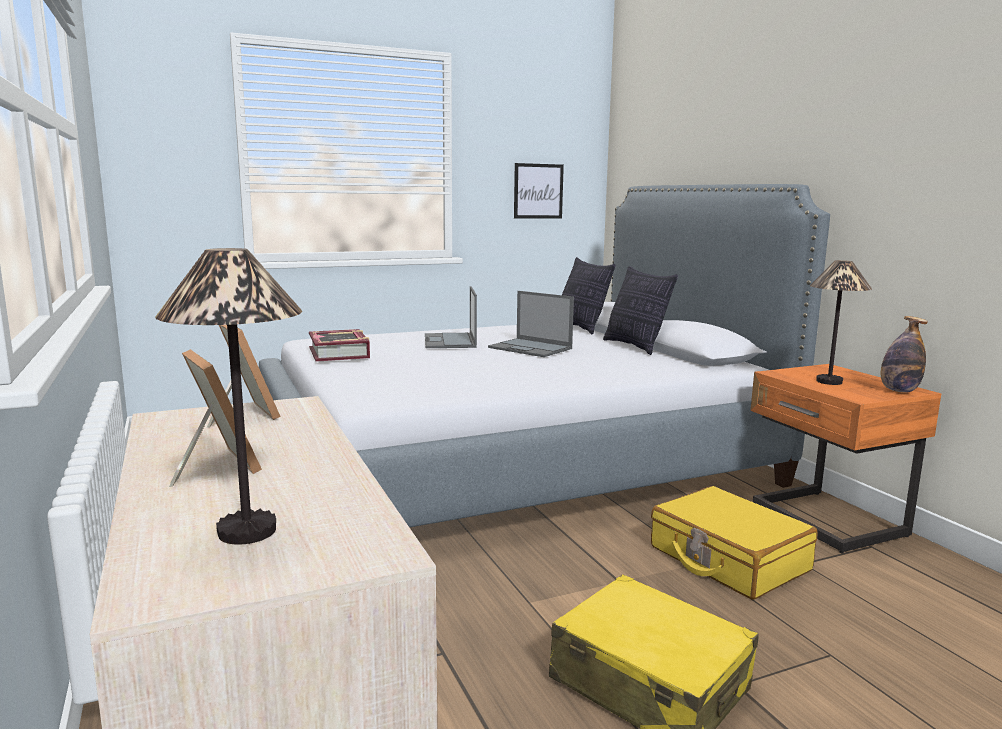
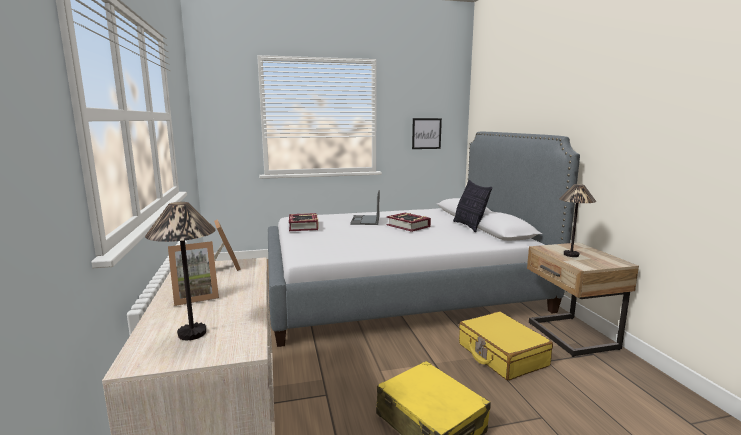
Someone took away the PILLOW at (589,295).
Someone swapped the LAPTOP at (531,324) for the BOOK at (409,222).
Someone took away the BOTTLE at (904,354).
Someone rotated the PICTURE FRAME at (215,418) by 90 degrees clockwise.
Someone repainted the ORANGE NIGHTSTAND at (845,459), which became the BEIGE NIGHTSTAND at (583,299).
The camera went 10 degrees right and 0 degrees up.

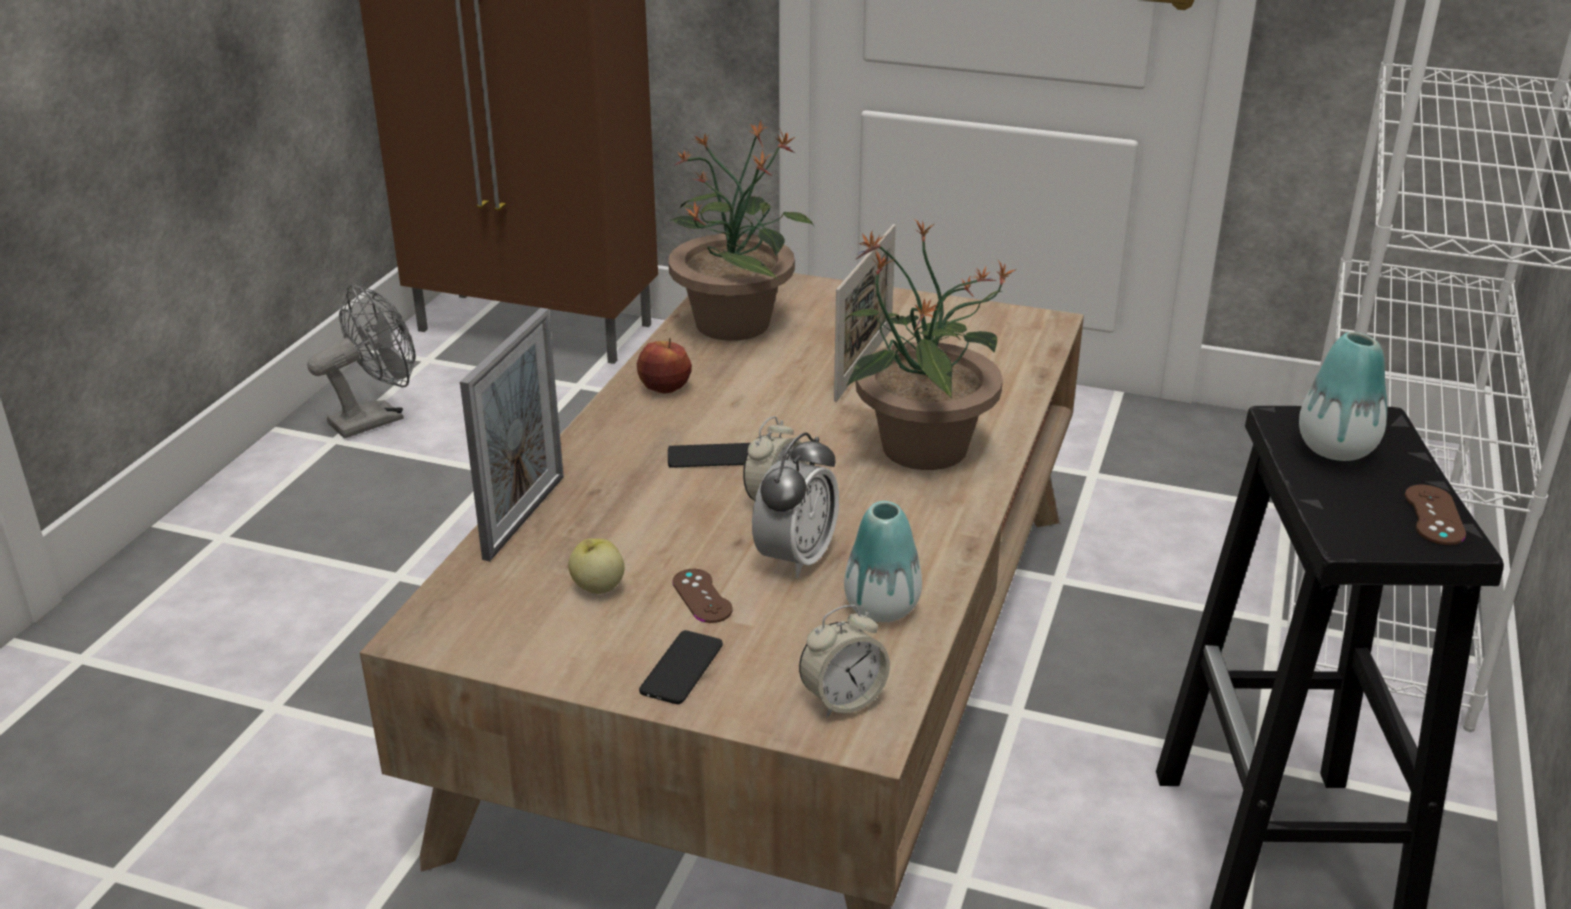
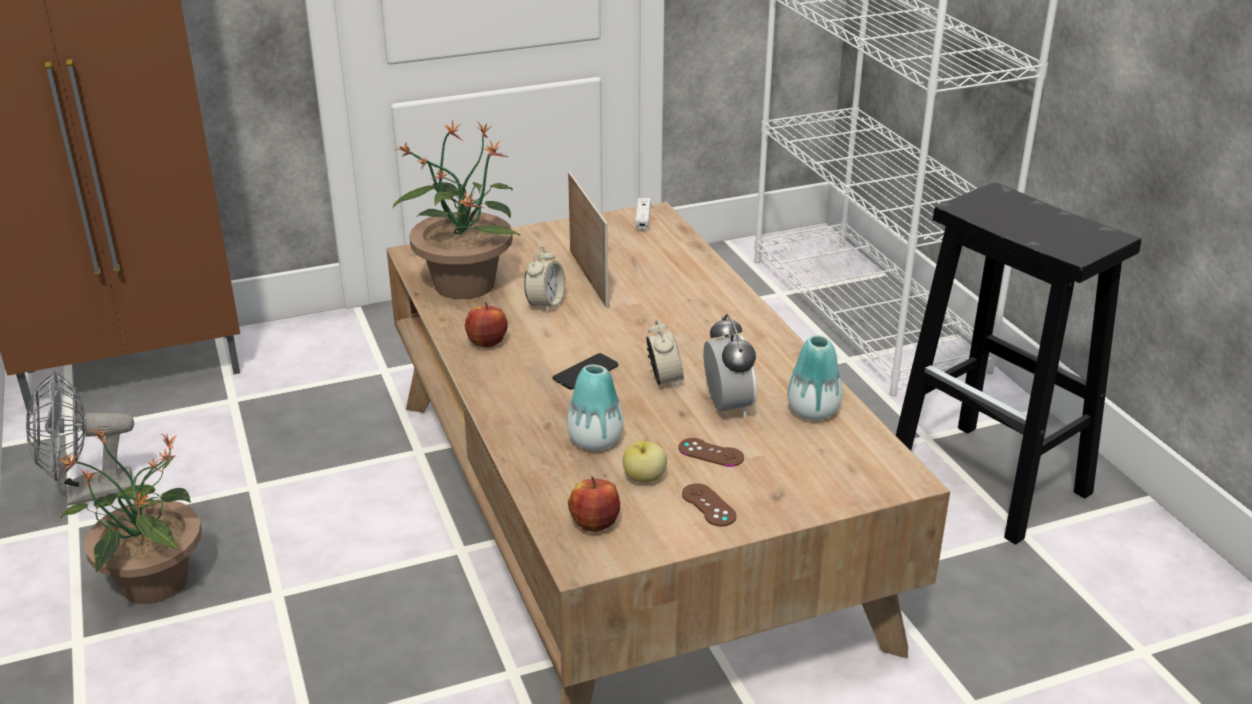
Someone carried the POTTED PLANT from (931,344) to (130,515).
Someone rotated the GREY FAN at (361,361) by 120 degrees counterclockwise.
Someone took away the PICTURE FRAME at (512,434).
Someone carried the VASE from (1343,396) to (595,407).
Someone carried the BROWN GAME CONTROLLER from (1435,515) to (709,504).
Someone carried the ALARM CLOCK from (844,661) to (544,280).
Someone took away the PHONE at (681,667).
Someone put down the WHITE GAME CONTROLLER at (643,214).
Someone put down the APPLE at (594,504).
The camera went 40 degrees left and 0 degrees up.

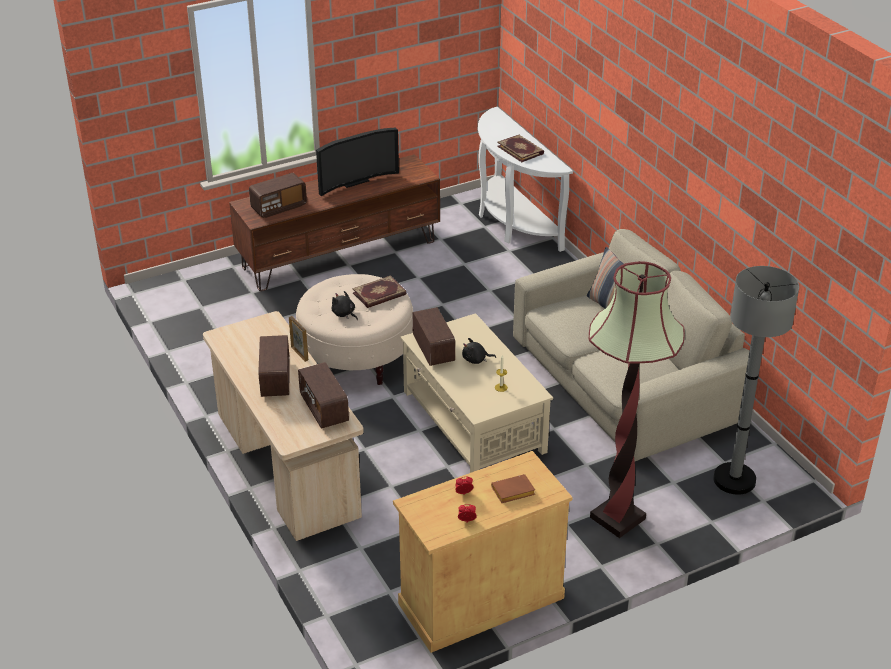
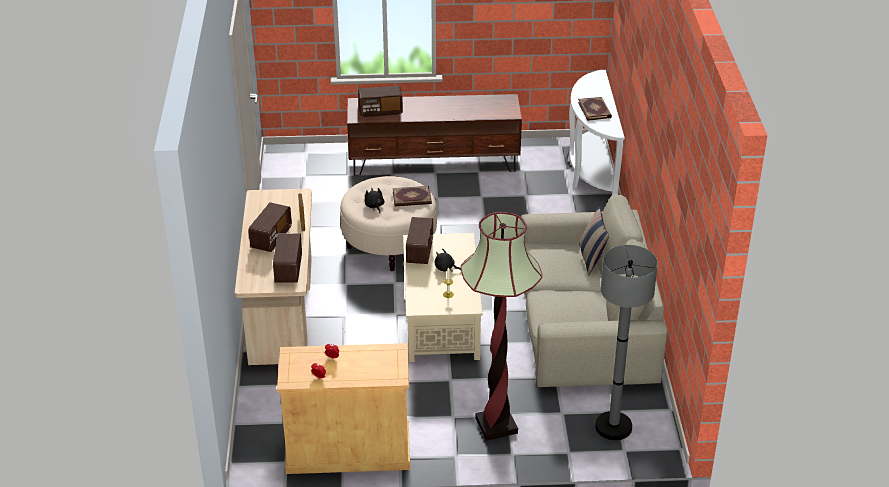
Someone took away the TELEVISION at (357,161).
Someone took away the BROWN BOOK at (513,488).
The camera went 25 degrees right and 0 degrees up.

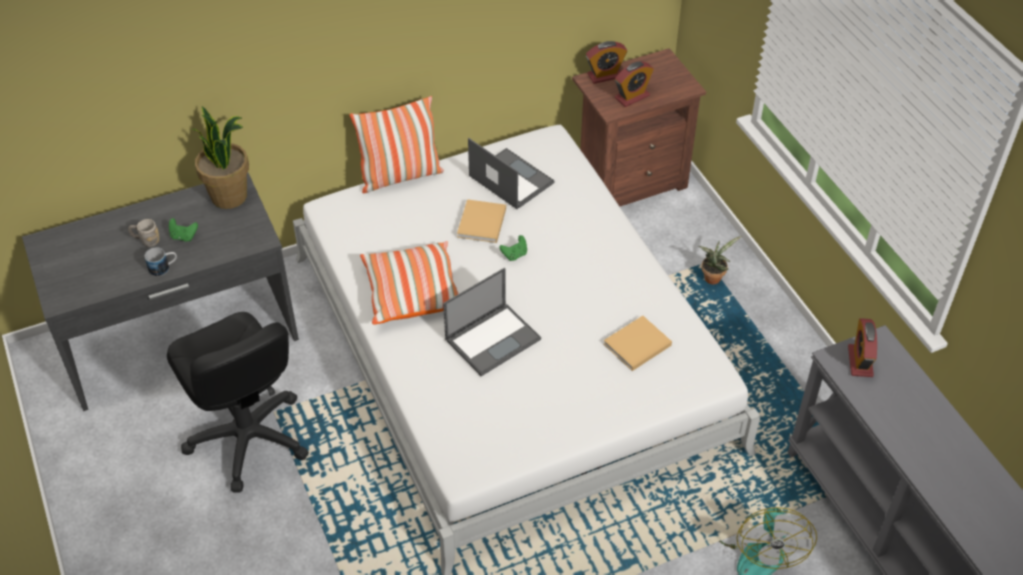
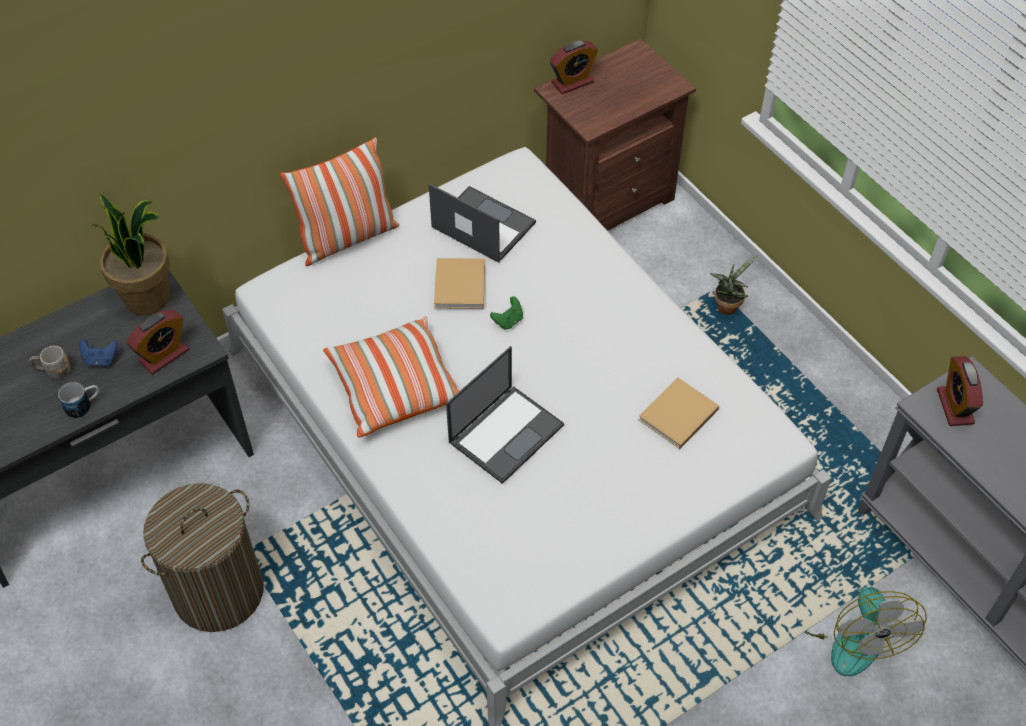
Someone carried the ALARM CLOCK from (634,84) to (158,342).
Someone repainted the GREEN GAME CONTROLLER at (183,230), which became the BLUE GAME CONTROLLER at (98,353).
Someone swapped the BLACK OFFICE CHAIR at (238,402) for the LAUNDRY BASKET at (202,557).
The camera went 10 degrees left and 5 degrees up.

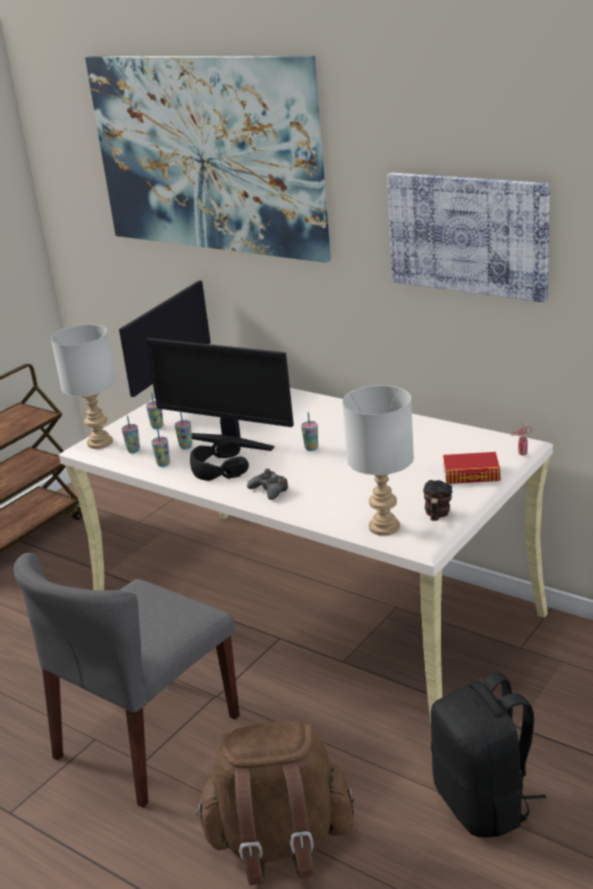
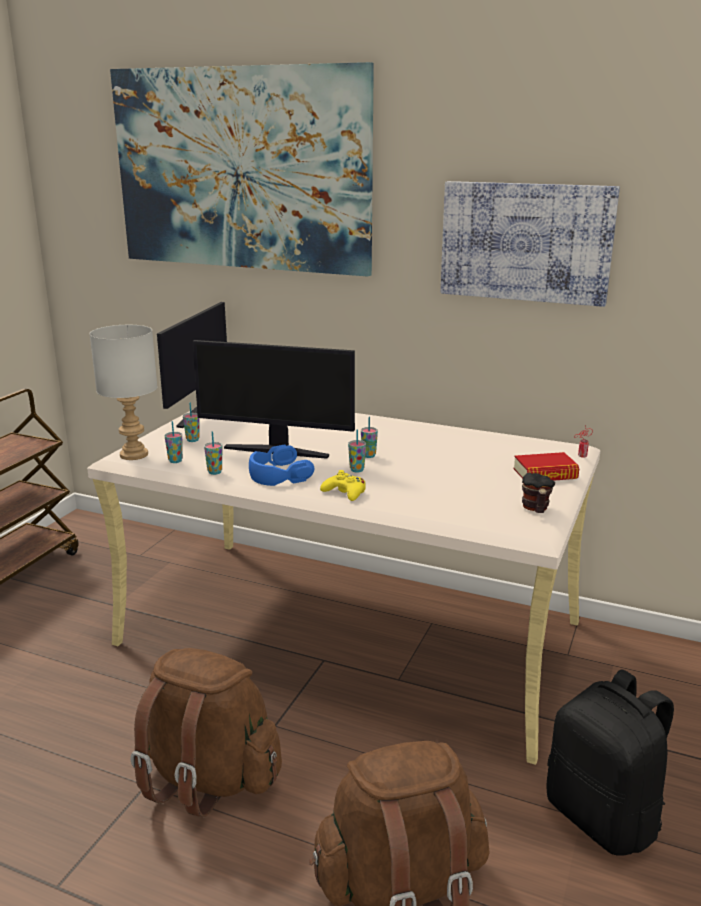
Someone took away the GREY TABLE LAMP at (378,460).
Someone carried the CUP from (183,430) to (357,451).
Someone repainted the BLACK HEADPHONES at (219,459), which became the BLUE HEADPHONES at (281,465).
Someone repainted the BLACK GAME CONTROLLER at (267,484), which became the YELLOW GAME CONTROLLER at (343,485).
Someone swapped the GREY CHAIR at (127,680) for the BROWN BACKPACK at (206,733).
The camera went 15 degrees left and 5 degrees down.

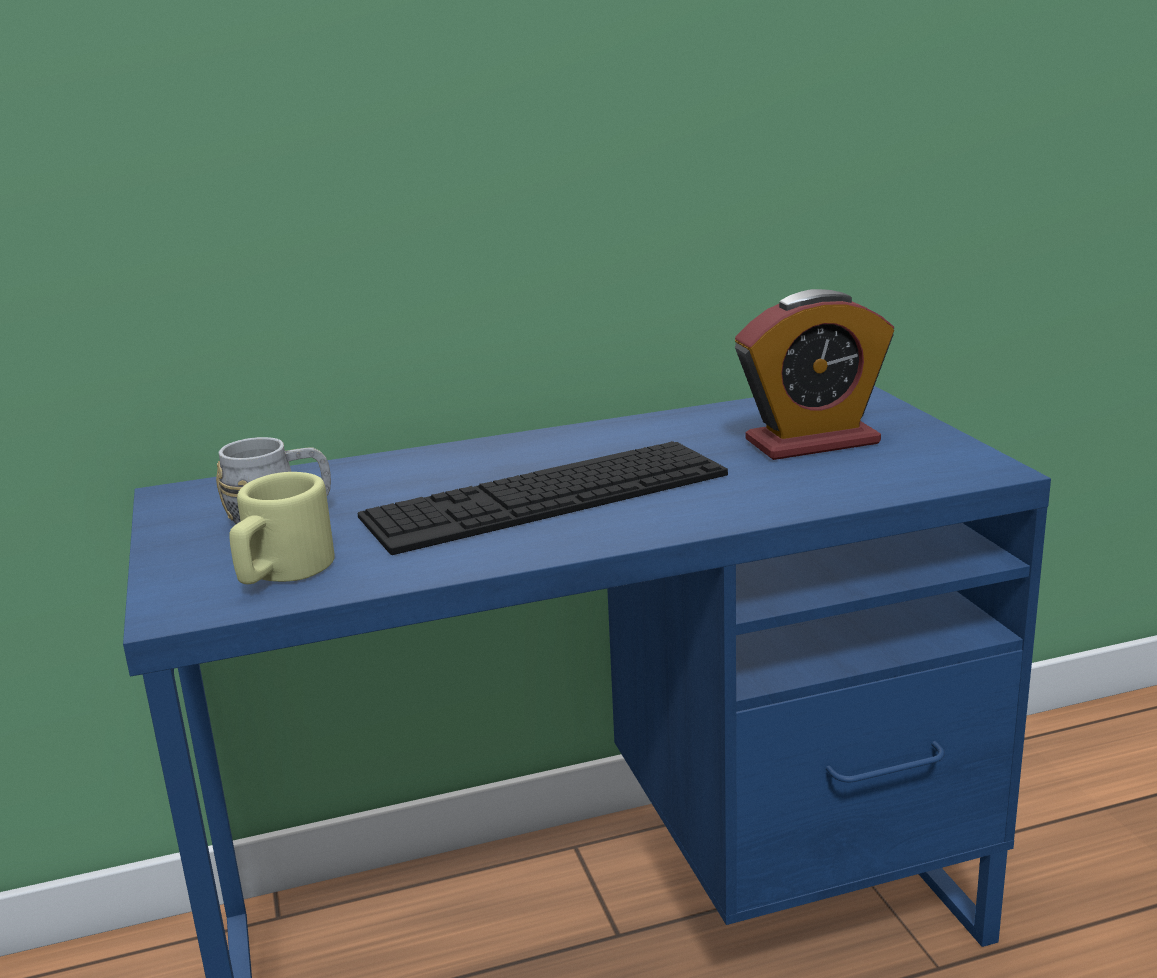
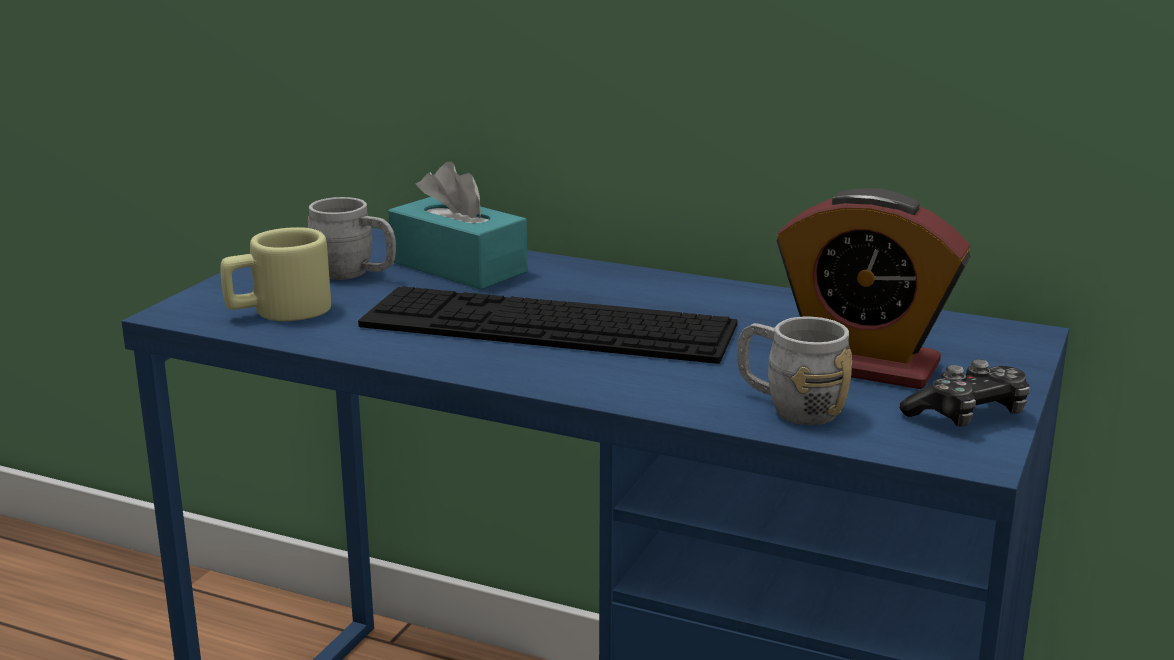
Someone put down the TURQUOISE TISSUE BOX at (457,226).
Someone put down the GREY MUG at (794,371).
Someone put down the GAME CONTROLLER at (965,393).
The camera went 40 degrees right and 0 degrees up.

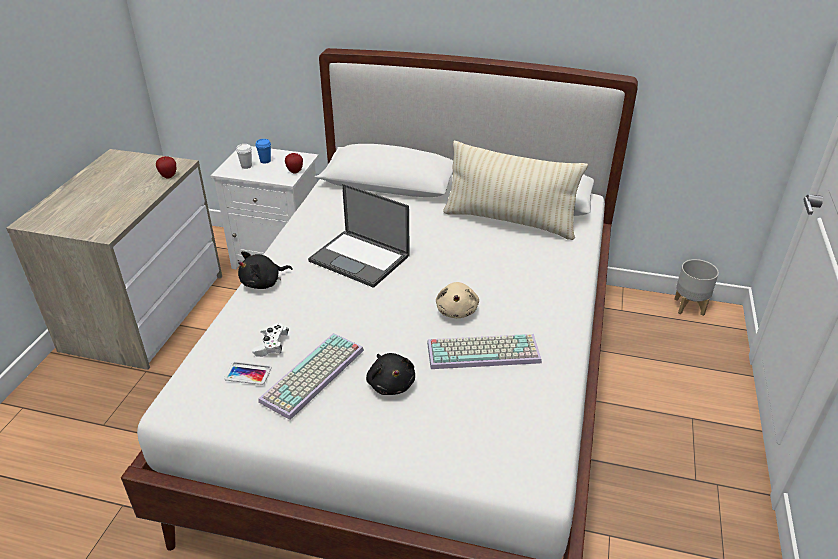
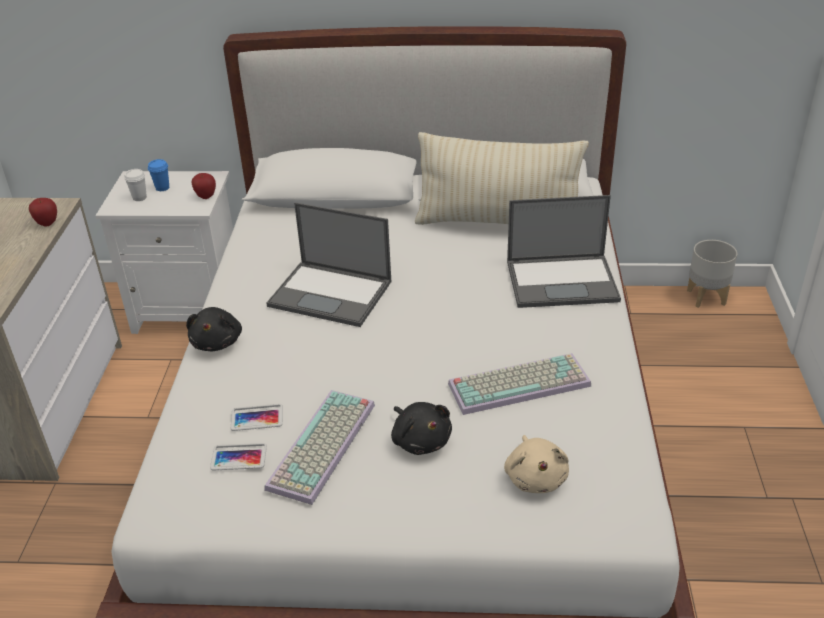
Someone rotated the BLACK PLUSH TOY at (265,270) by 45 degrees counterclockwise.
Someone carried the BEIGE PLUSH TOY from (457,300) to (536,464).
Someone swapped the WHITE GAME CONTROLLER at (270,340) for the PHONE at (257,417).
Someone put down the LAPTOP at (564,251).
The camera went 10 degrees left and 0 degrees up.

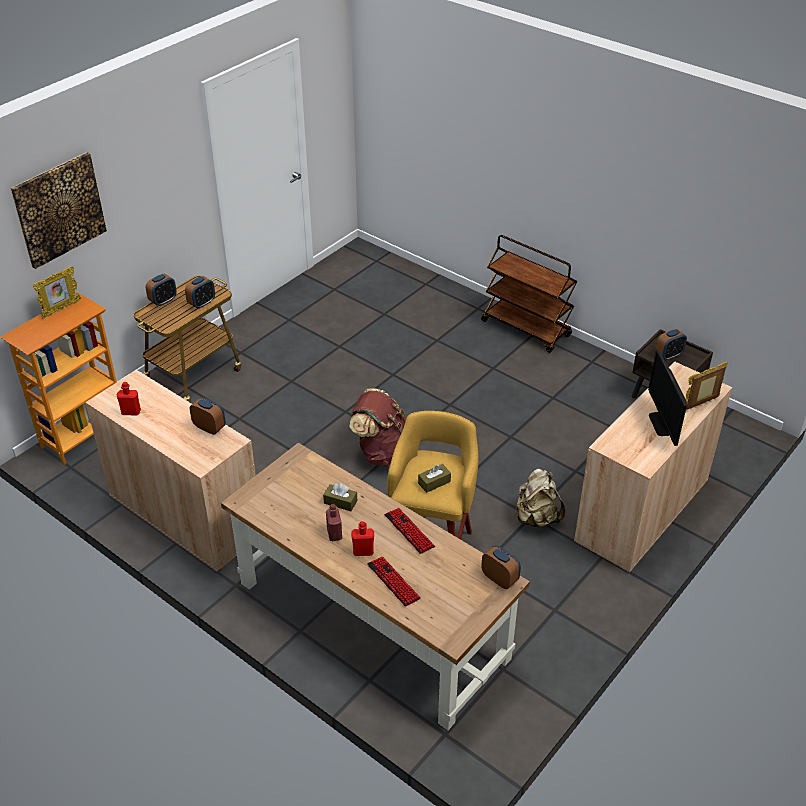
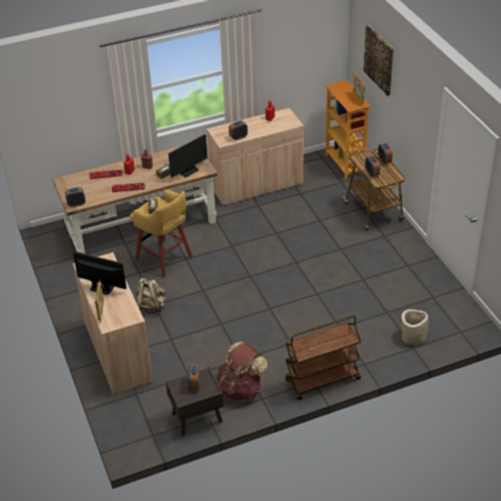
Someone carried the BROWN BACKPACK from (378,428) to (242,371).
Someone put down the MONITOR at (187,155).
Someone put down the BEIGE PLANTER at (414,327).
The camera went 120 degrees right and 0 degrees up.

